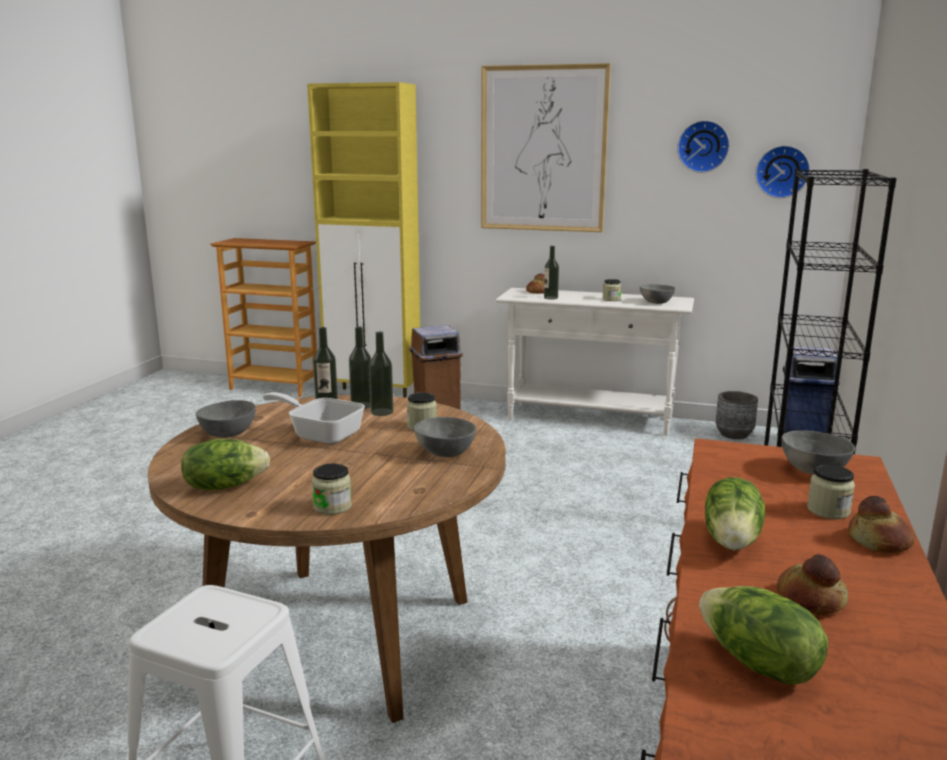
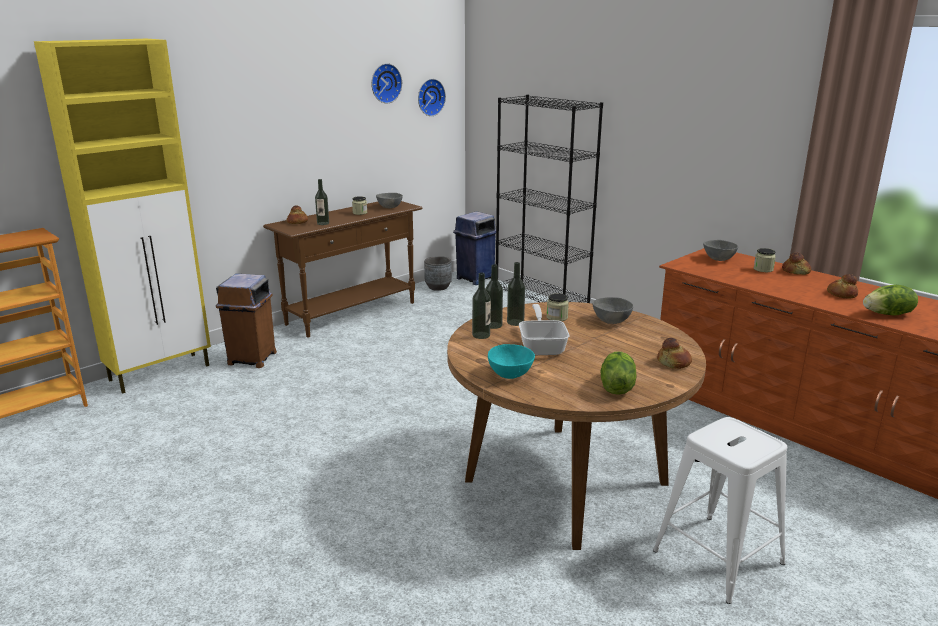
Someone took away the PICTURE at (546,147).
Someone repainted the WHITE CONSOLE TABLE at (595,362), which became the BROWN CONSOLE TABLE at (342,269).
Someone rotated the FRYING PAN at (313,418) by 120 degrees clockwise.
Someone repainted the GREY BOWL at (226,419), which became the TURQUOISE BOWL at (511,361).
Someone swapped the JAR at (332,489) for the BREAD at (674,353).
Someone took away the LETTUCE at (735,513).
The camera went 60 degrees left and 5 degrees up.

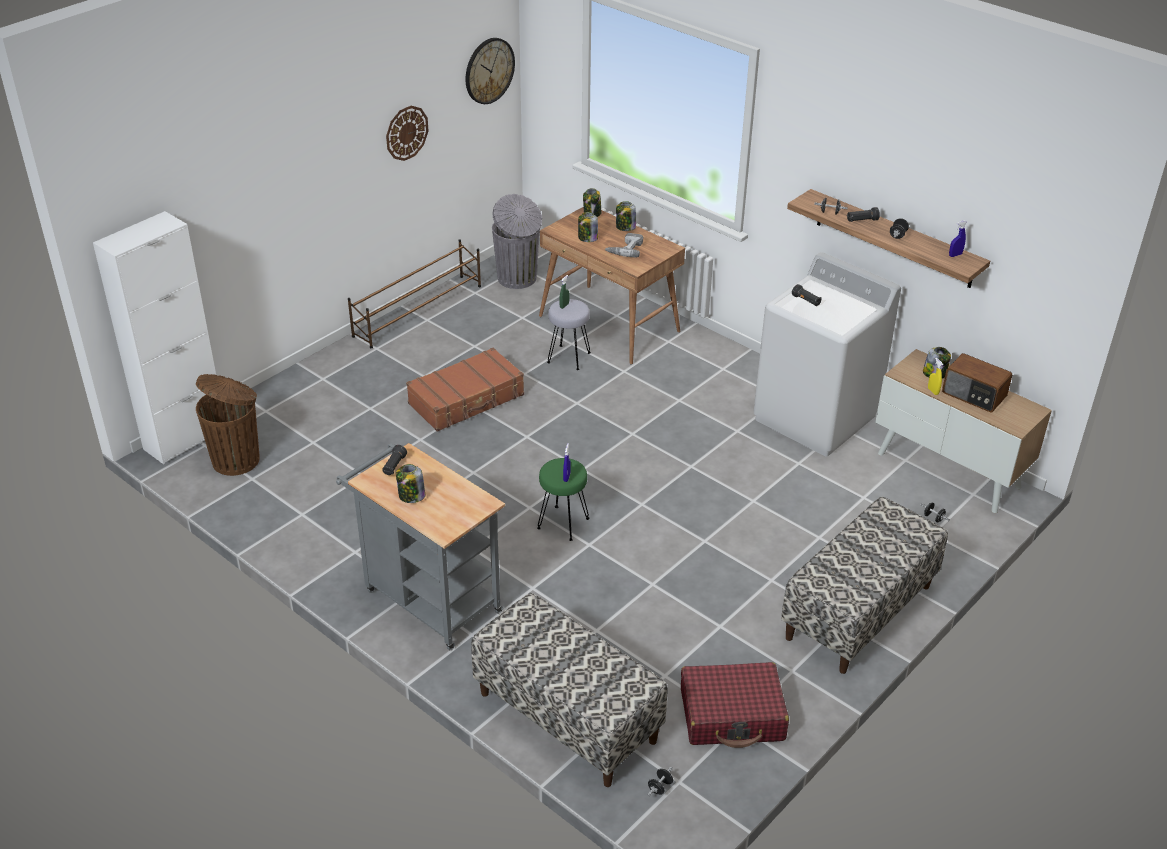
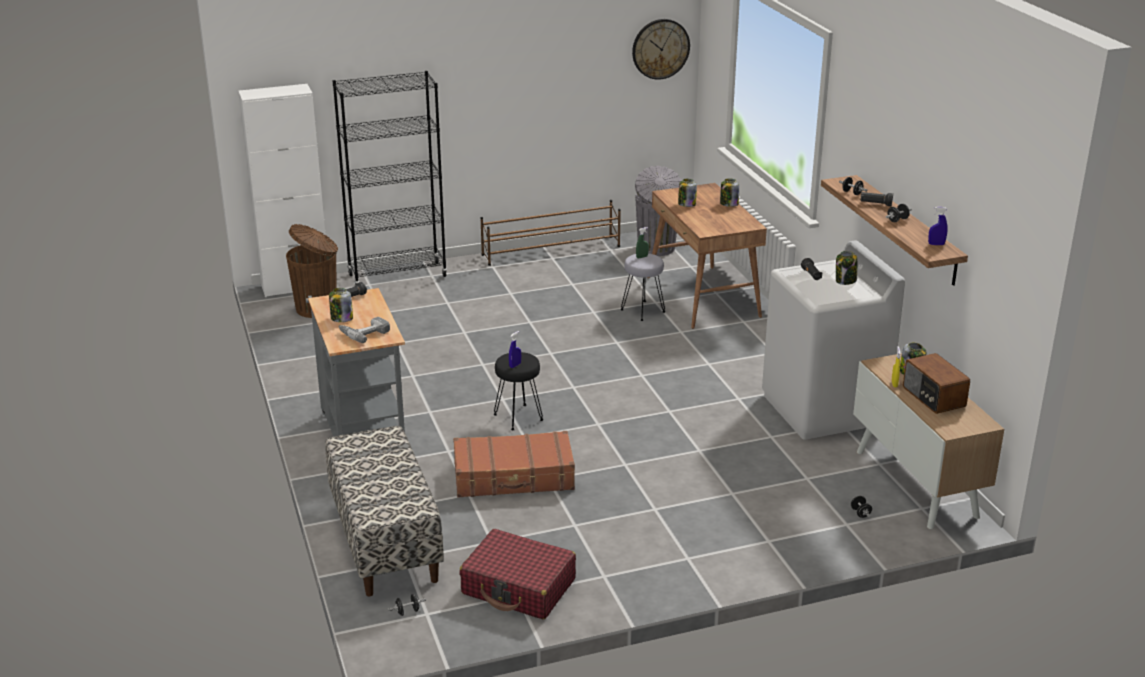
Someone took away the WALL CLOCK at (407,133).
Someone carried the JAR from (592,202) to (846,268).
Someone carried the POWER DRILL from (624,245) to (364,330).
Someone carried the BROWN SUITCASE from (465,389) to (514,464).
Someone repainted the GREEN STOOL at (563,499), which became the BLACK STOOL at (518,391).
Someone took away the BENCH at (864,585).
Someone put down the BLACK BOOKCASE at (390,178).
The camera went 30 degrees right and 10 degrees down.

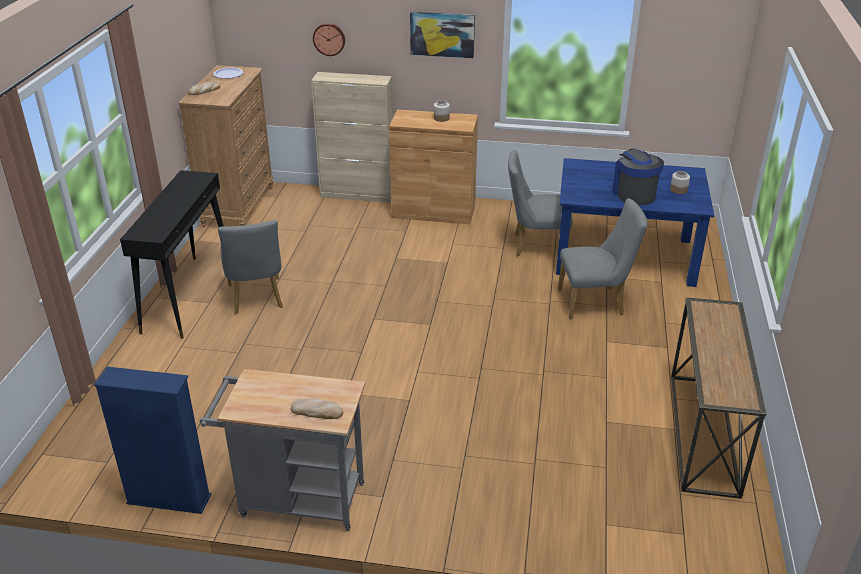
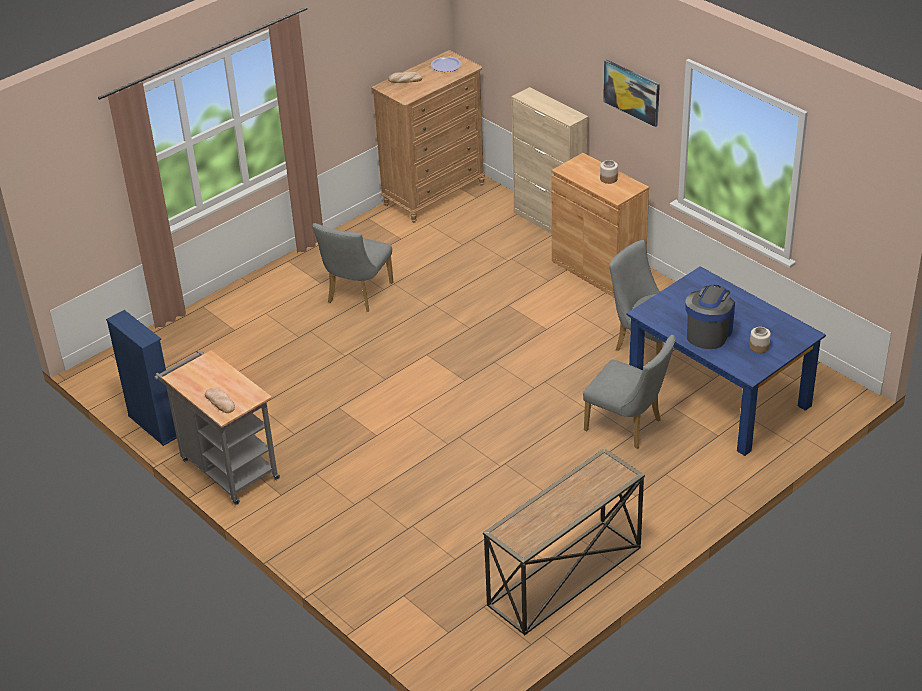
Someone took away the WALL CLOCK at (329,39).
Someone took away the BLACK CONSOLE TABLE at (172,254).
The camera went 40 degrees right and 5 degrees up.

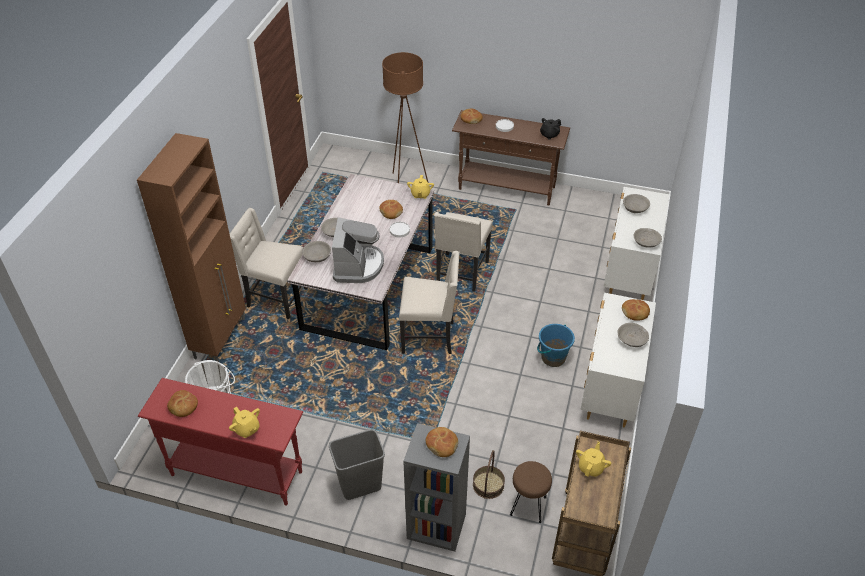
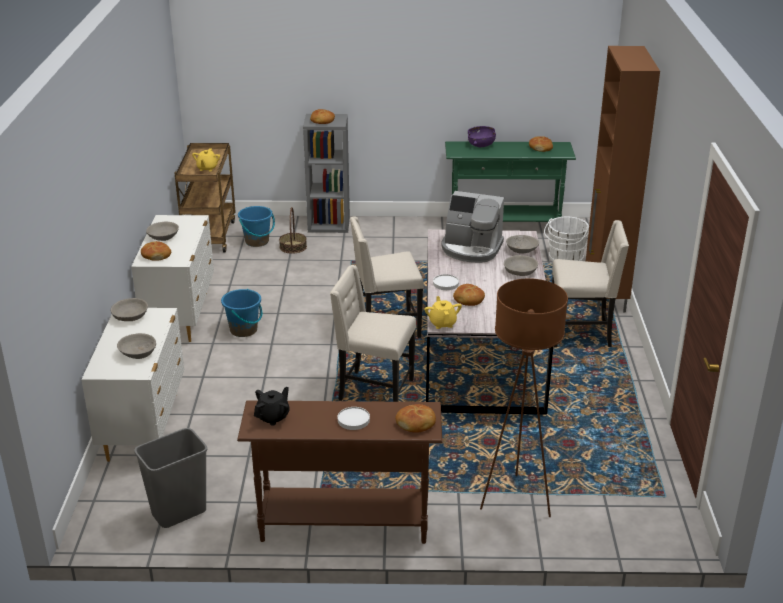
Someone rotated the BEIGE CHAIR at (463,252) by 75 degrees counterclockwise.
Someone rotated the COFFEE MACHINE at (358,250) by 60 degrees counterclockwise.
Someone repainted the RED CONSOLE TABLE at (220,442), which became the GREEN CONSOLE TABLE at (510,181).
Someone swapped the YELLOW TEAPOT at (244,422) for the PURPLE BOWL at (482,136).
Someone carried the GREY TRASH CAN from (357,464) to (170,478).
Someone swapped the BROWN STOOL at (531,492) for the BLUE BUCKET at (256,226).
The camera went 165 degrees right and 15 degrees down.

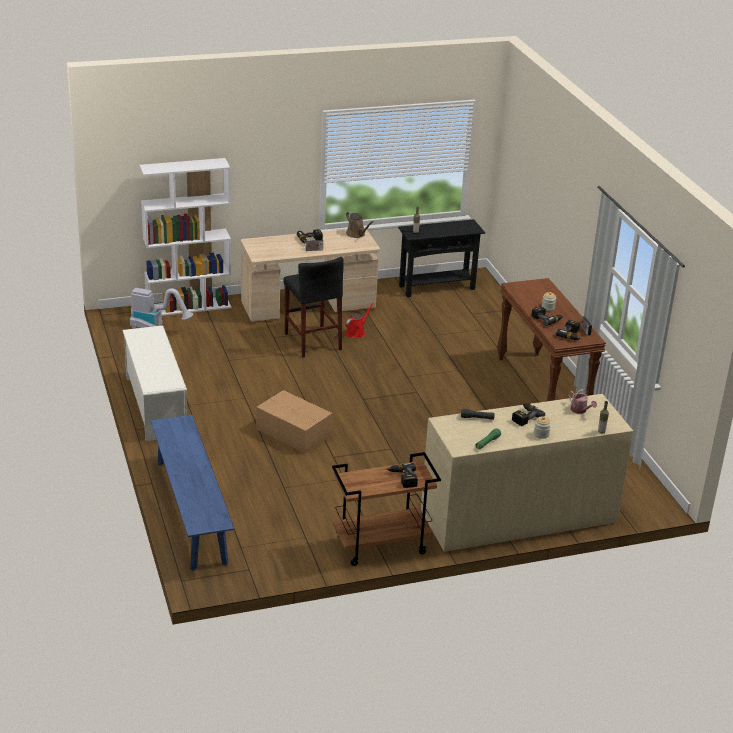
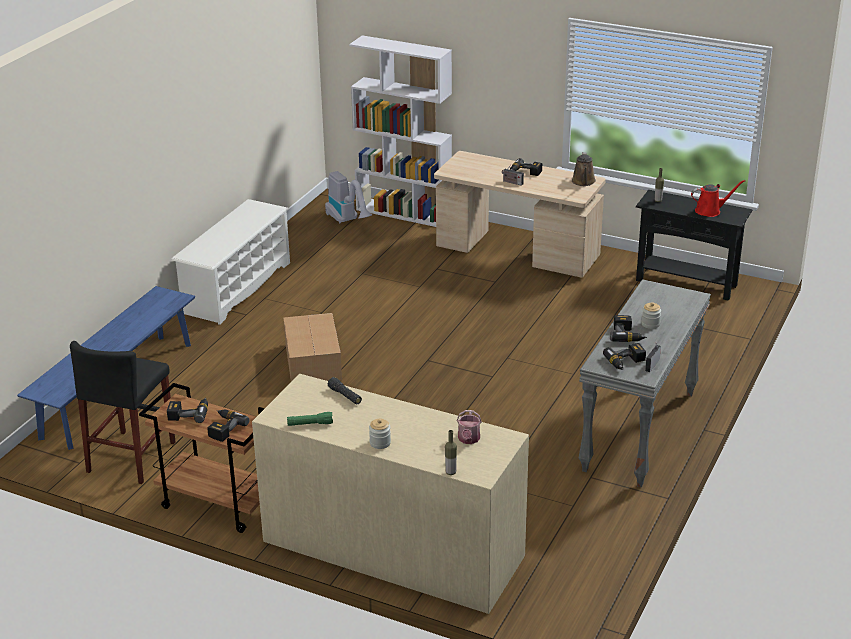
Someone carried the BLACK STOOL from (313,307) to (123,412).
Someone repainted the BROWN CONSOLE TABLE at (551,339), which became the GREY CONSOLE TABLE at (645,383).
Someone carried the RED WATERING CAN from (359,320) to (718,198).
Someone carried the POWER DRILL from (528,414) to (187,410).
The camera went 45 degrees right and 0 degrees up.

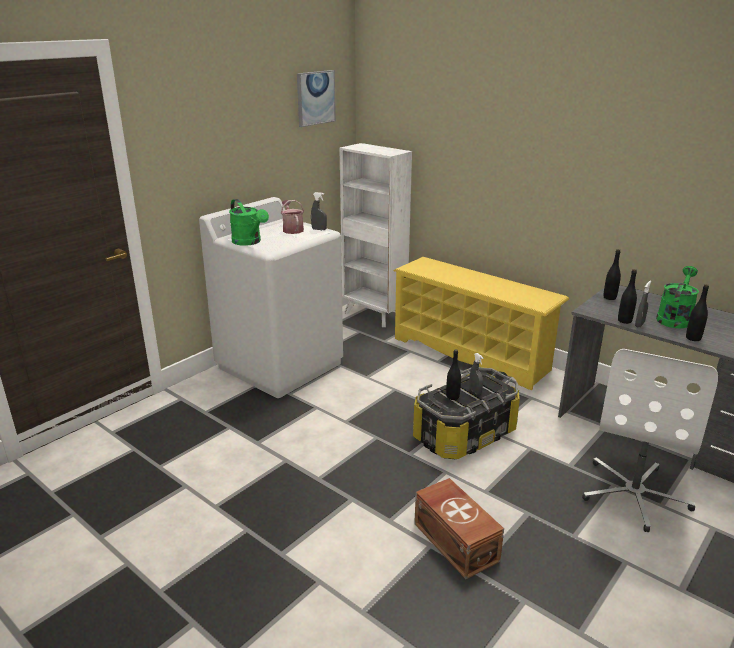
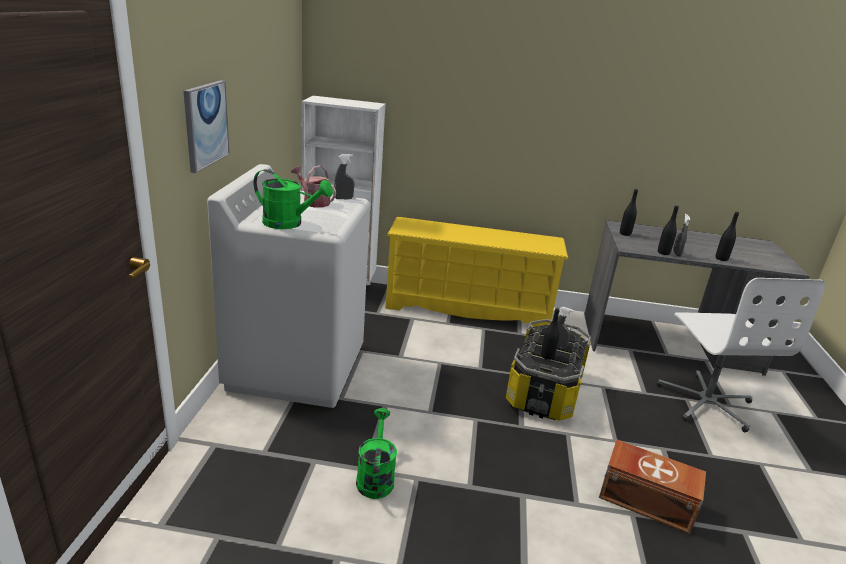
Someone carried the PICTURE from (316,98) to (207,126).
Someone carried the GREEN WATERING CAN from (677,297) to (376,453).
The camera went 35 degrees left and 0 degrees up.

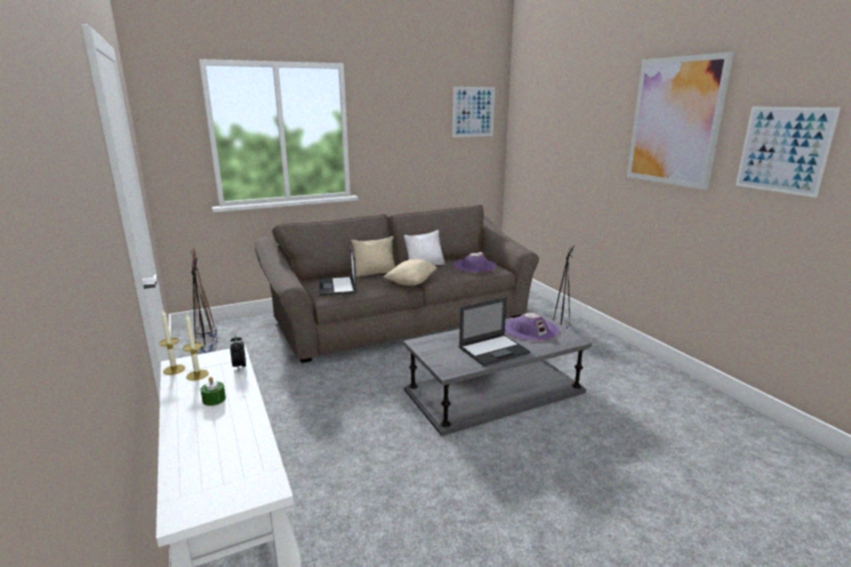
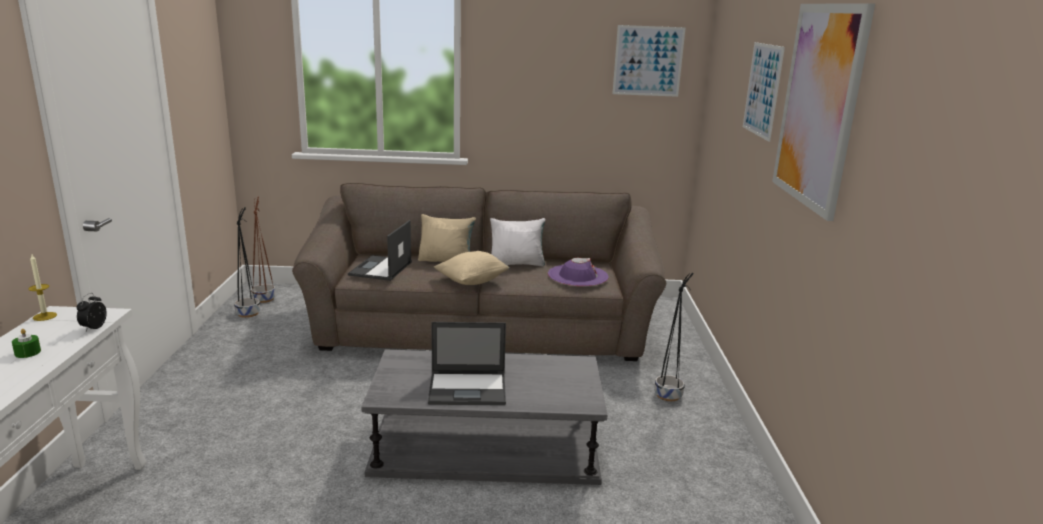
Someone carried the PICTURE from (788,152) to (764,92).
Someone took away the PURPLE HAT at (532,327).
Someone took away the CANDLE at (196,347).
The camera went 25 degrees right and 0 degrees up.

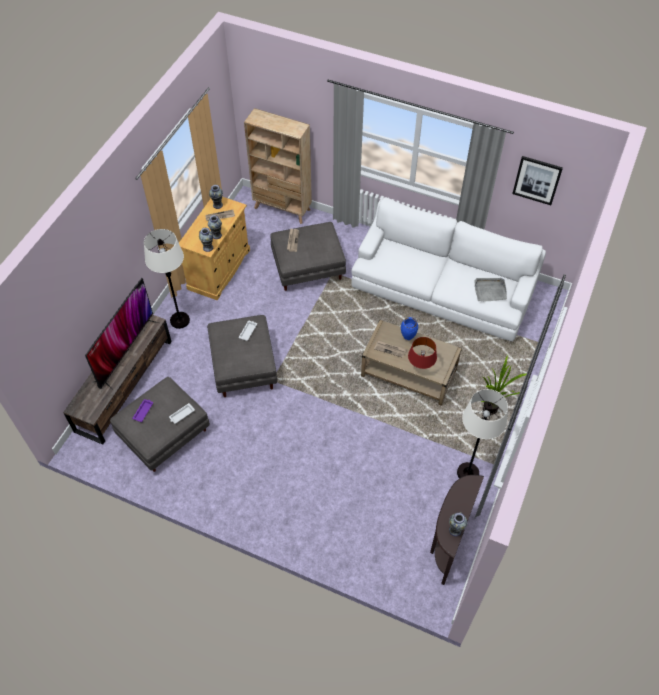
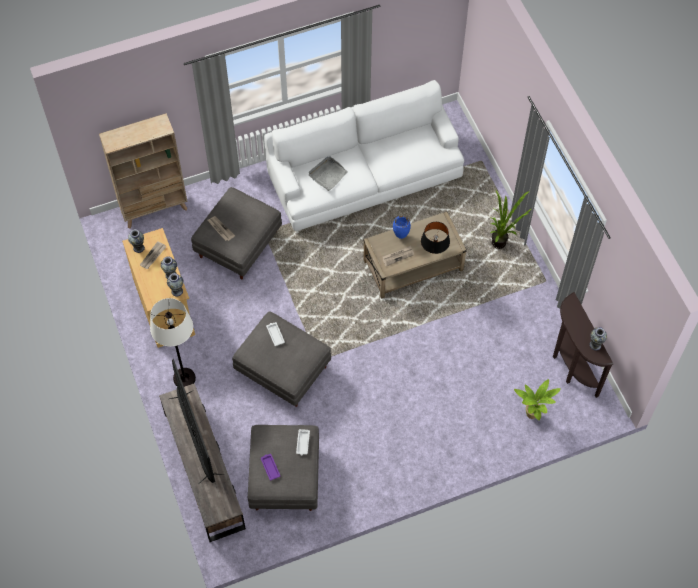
Someone took away the PICTURE at (537,180).
Someone carried the GREY TRAY from (491,290) to (328,173).
Someone repainted the RED TABLE LAMP at (422,353), which became the BLACK TABLE LAMP at (435,238).
Someone took away the WHITE FLOOR LAMP at (482,434).
Someone put down the POTTED PLANT at (537,399).
The camera went 45 degrees left and 5 degrees up.

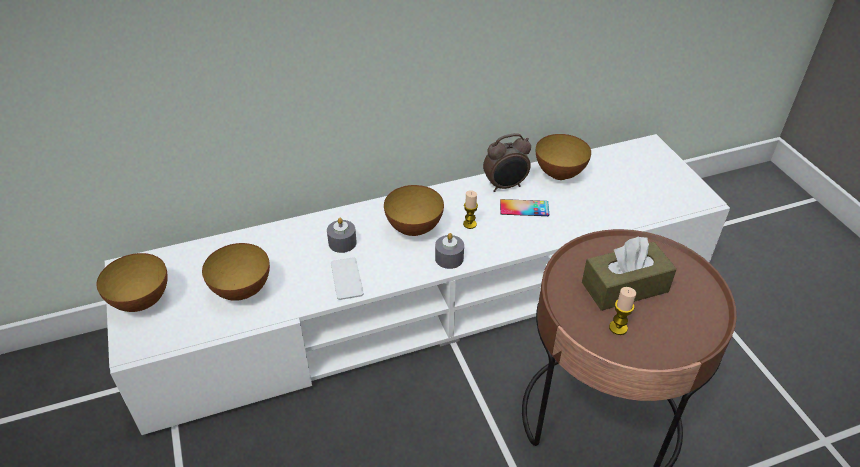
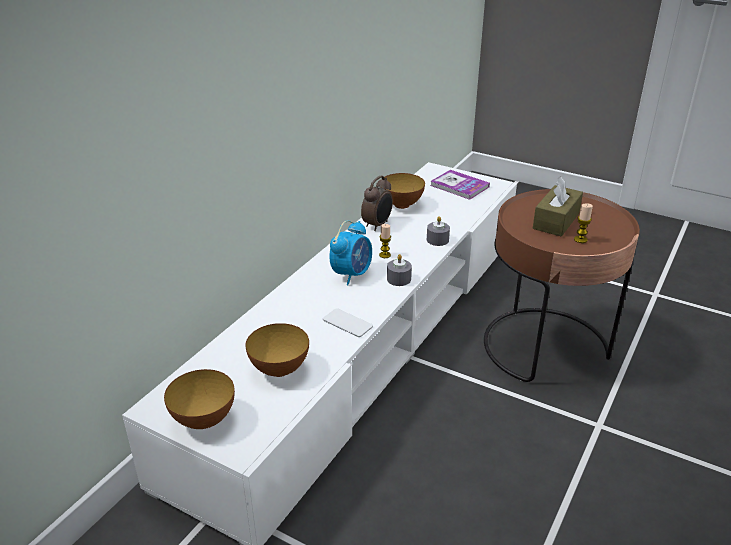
Someone swapped the BOWL at (414,210) for the ALARM CLOCK at (350,252).
Someone took away the PHONE at (524,207).
Someone carried the GREY CANDLE from (342,235) to (438,231).
Someone put down the BOOK at (460,185).
The camera went 40 degrees left and 10 degrees down.

